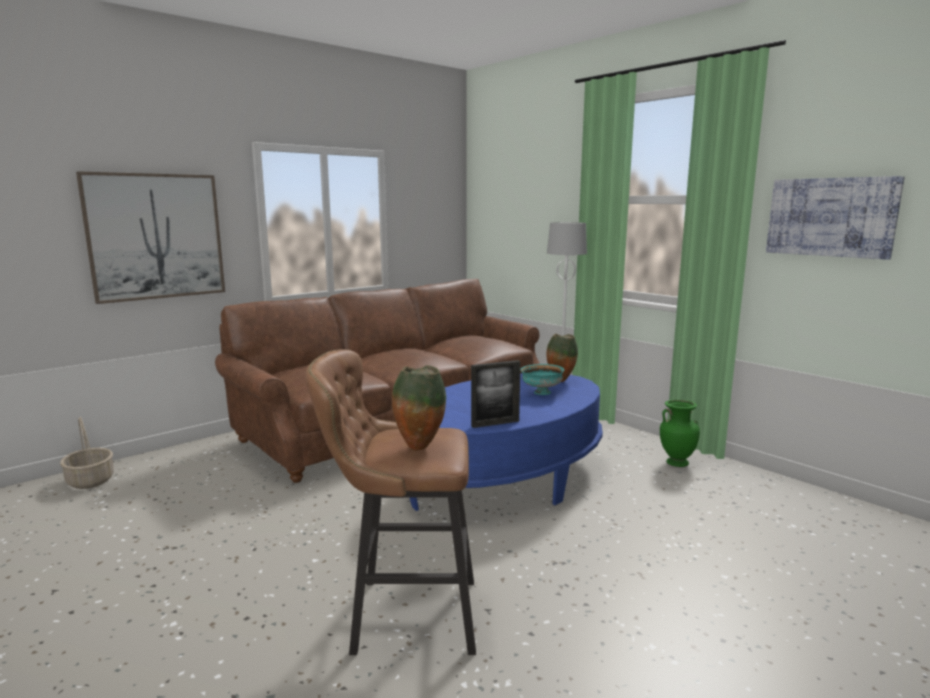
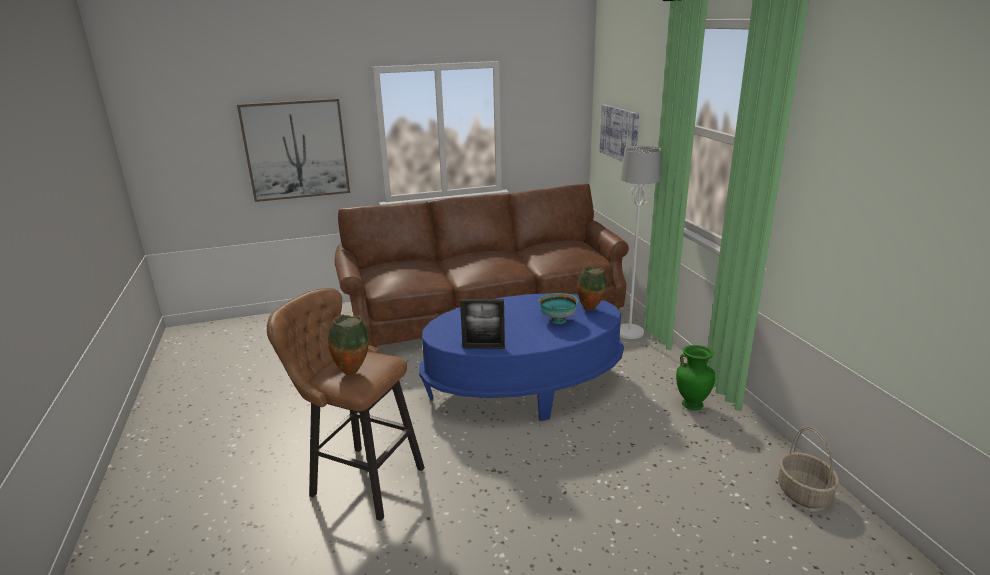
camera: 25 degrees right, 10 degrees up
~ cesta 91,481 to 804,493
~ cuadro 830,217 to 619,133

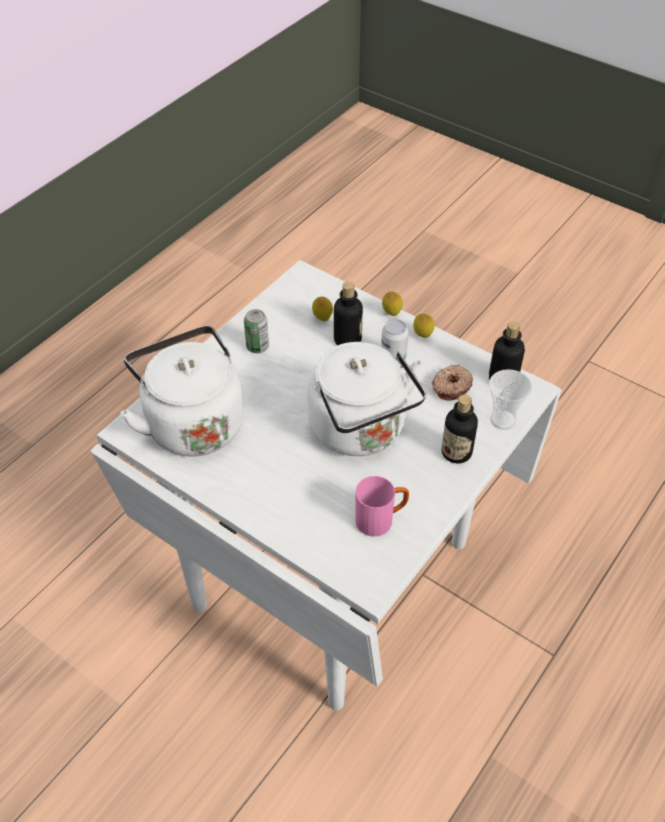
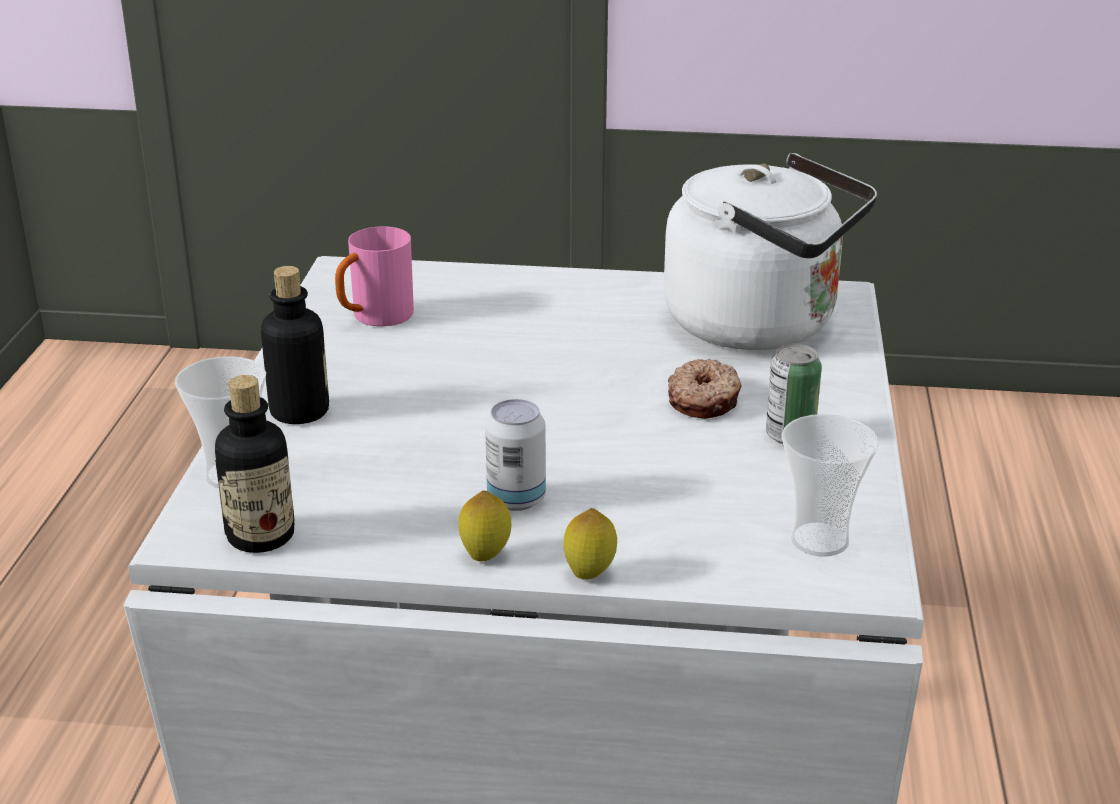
camera: 150 degrees right, 20 degrees down
- hervidor [blanco] 361,431
- limón 322,319
- botella 347,340
~ rosquilla 451,387 to 705,400
+ taza 819,540

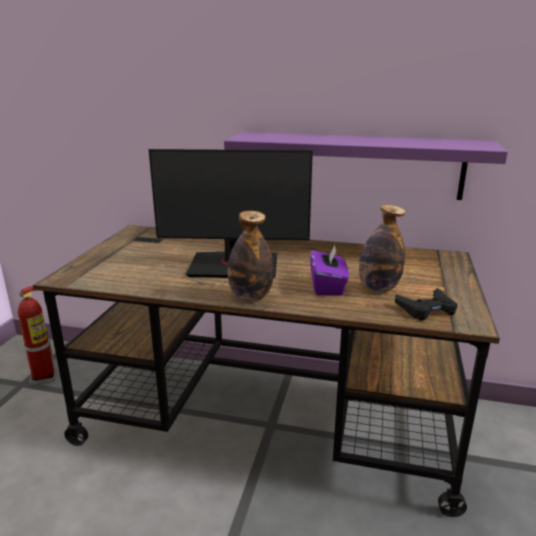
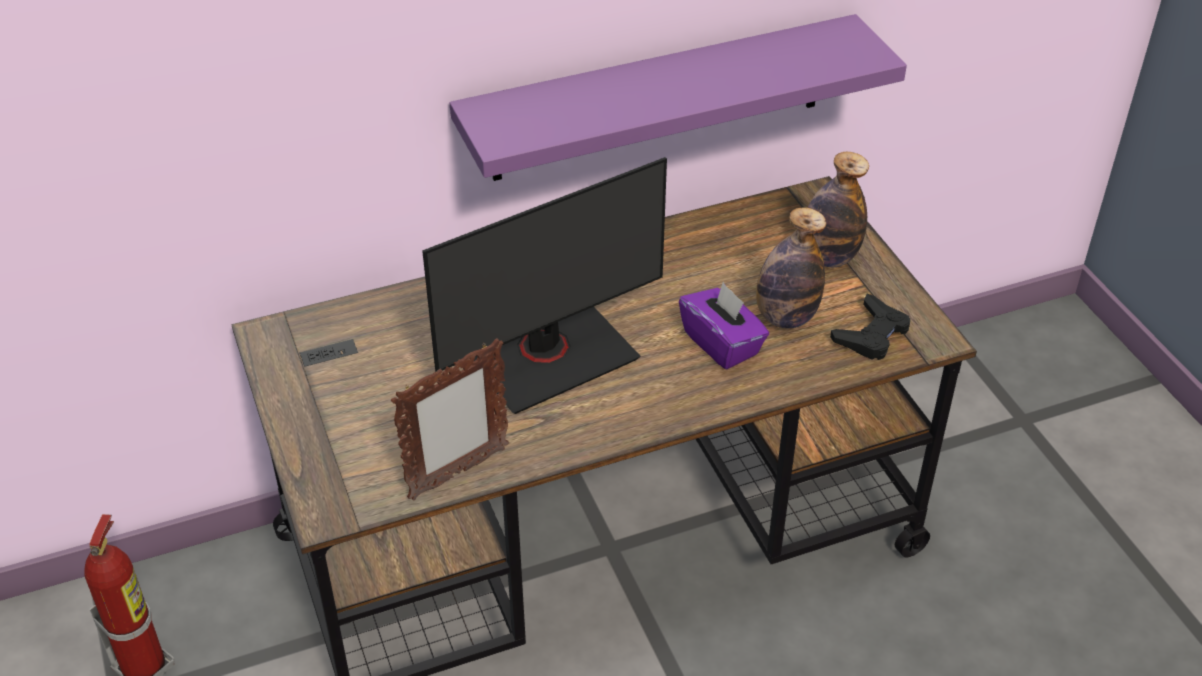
camera: 35 degrees left, 20 degrees up
~ botella 250,297 to 828,257
+ portarretratos 457,473

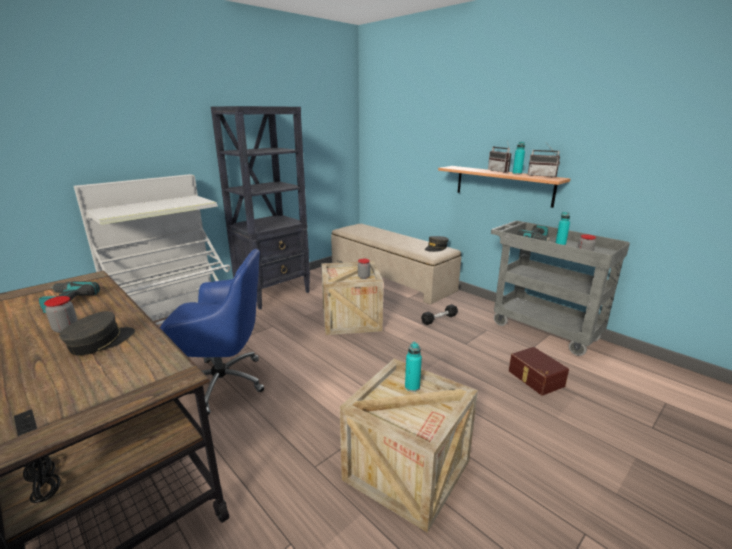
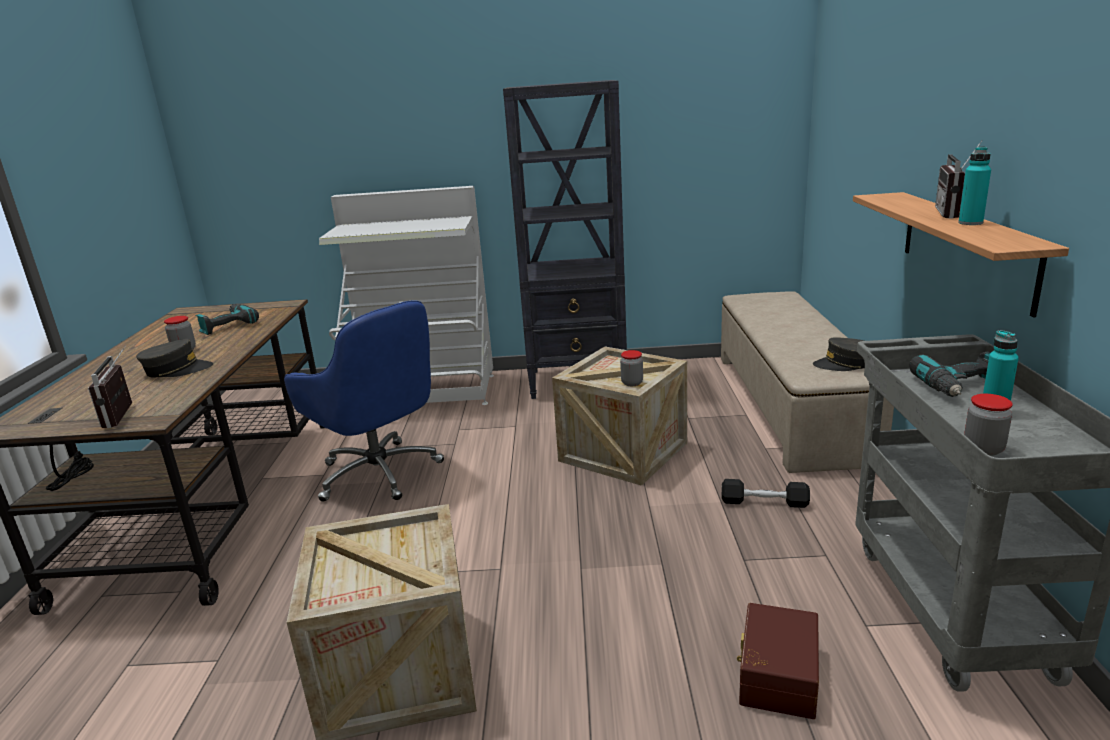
camera: 45 degrees right, 0 degrees up
- botella [turquesa] 412,387
~ radio 542,176 to 125,415

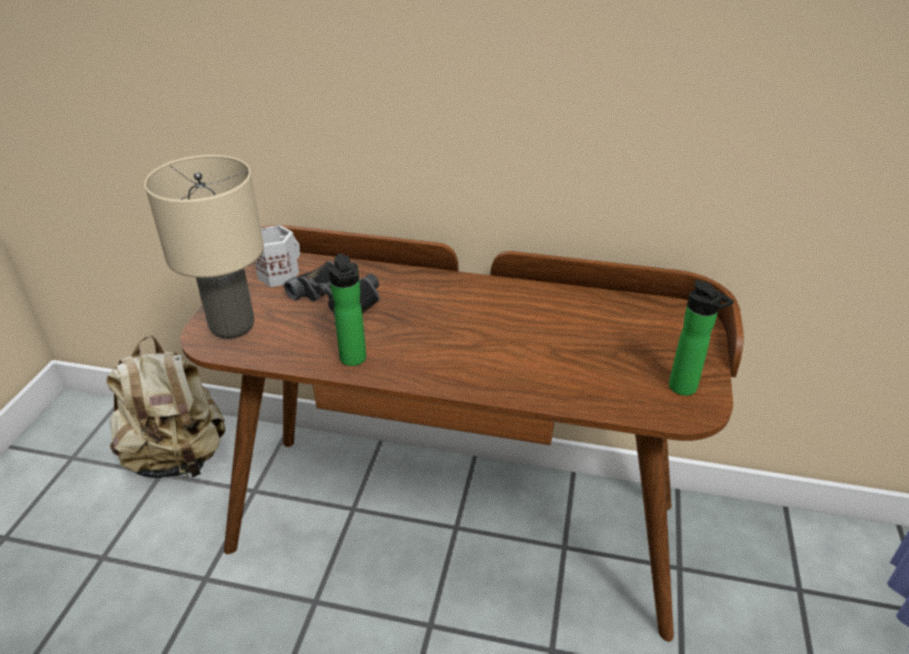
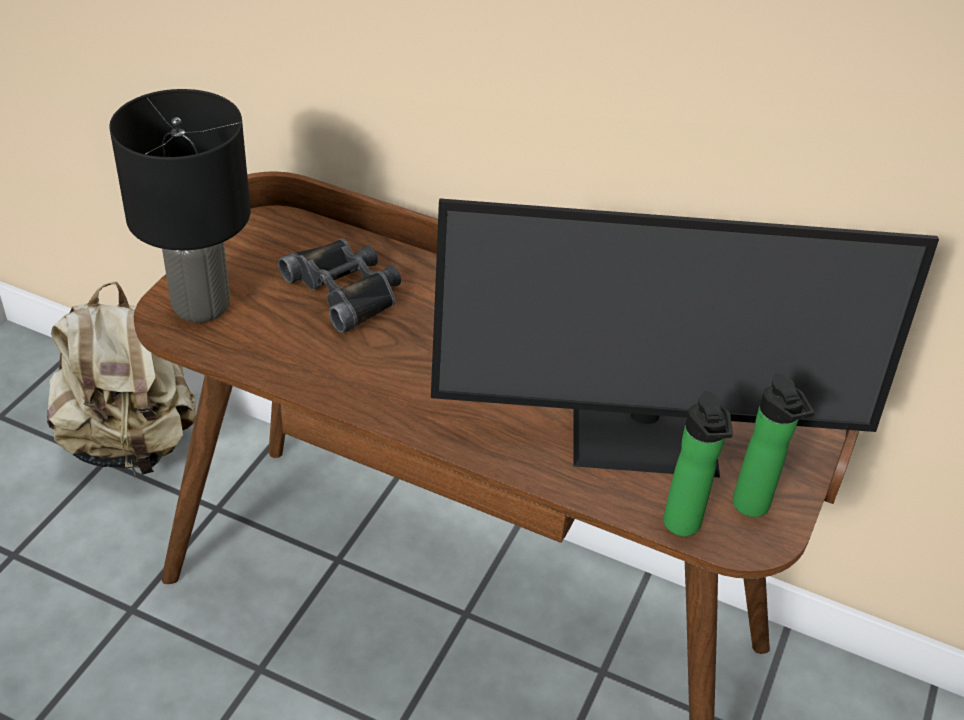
camera: 10 degrees right, 5 degrees up
~ lámpara de mesa [beis] 230,328 to lámpara de mesa [negro] 198,308
- taza grande [blanco] 279,274
~ botella 354,360 to 683,527
+ monitor 643,424

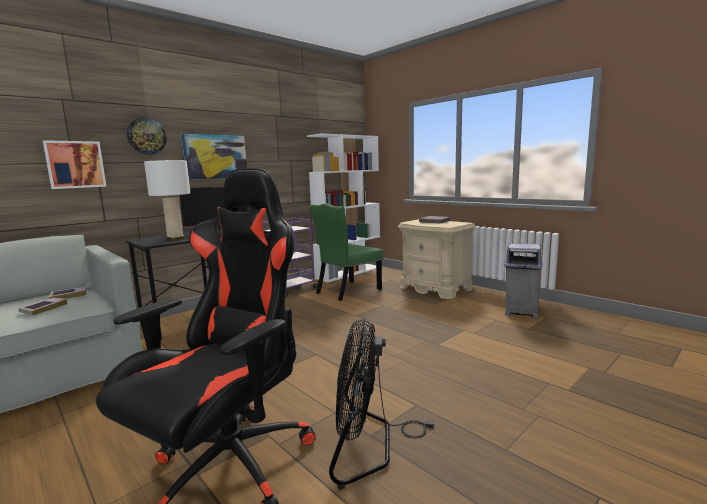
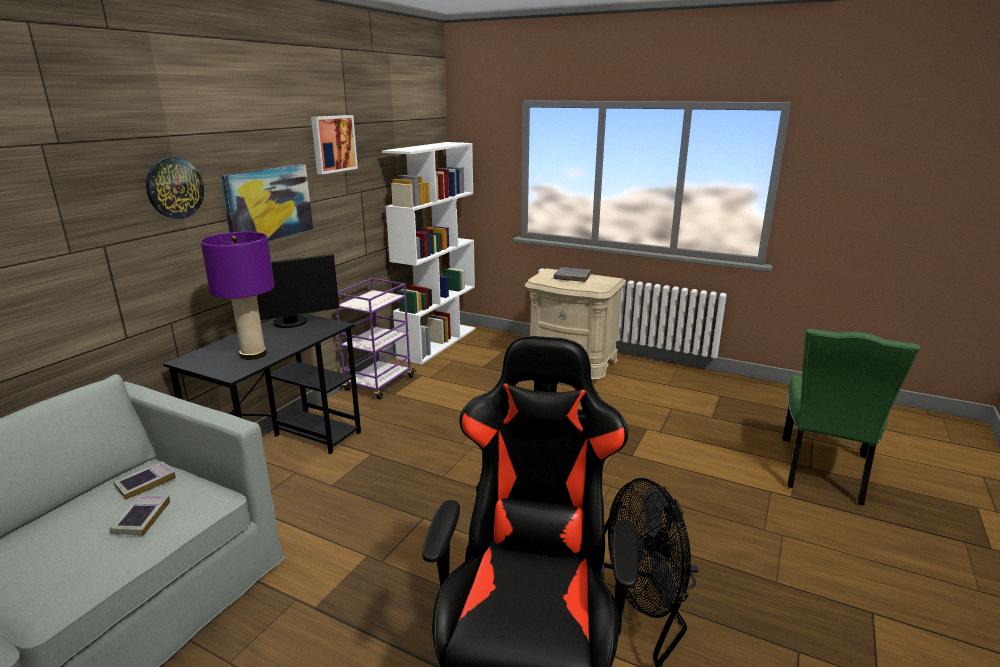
camera: 20 degrees left, 10 degrees up
~ cuadro 75,164 to 332,144
~ lámpara de mesa [blanco] 175,239 to lámpara de mesa [morado] 253,354
~ silla [verde] 348,290 to 824,468
- papelera [gris] 521,312

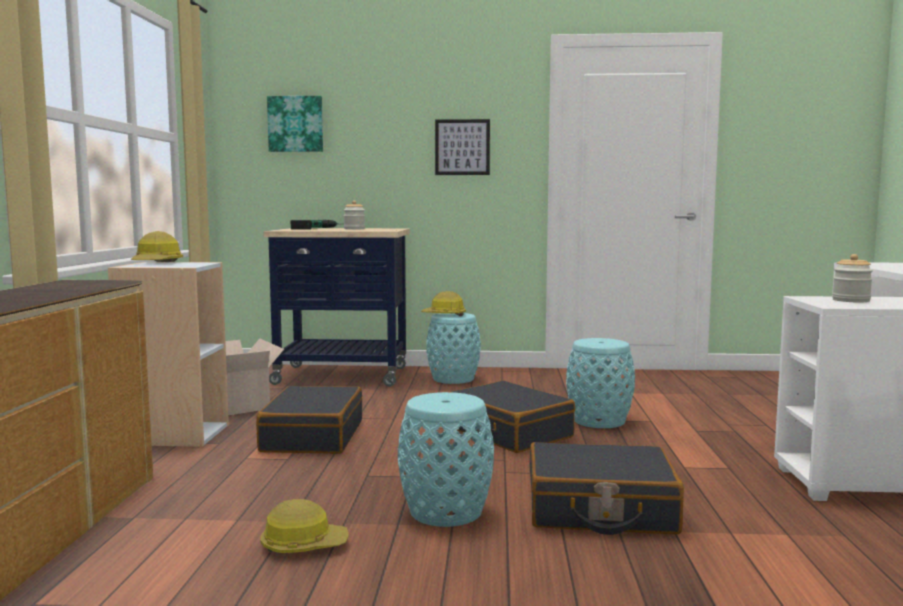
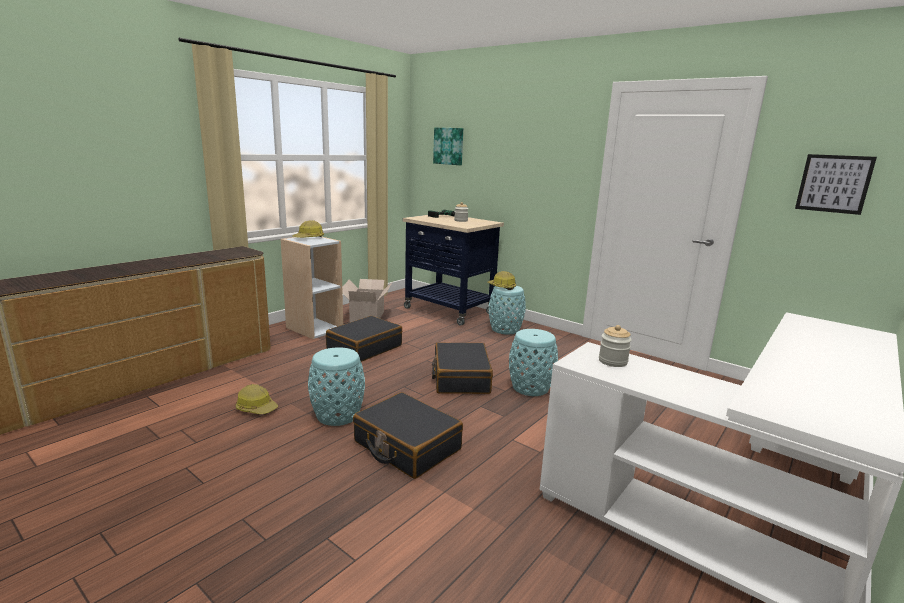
camera: 35 degrees right, 10 degrees up
~ cuadro 462,147 to 834,183

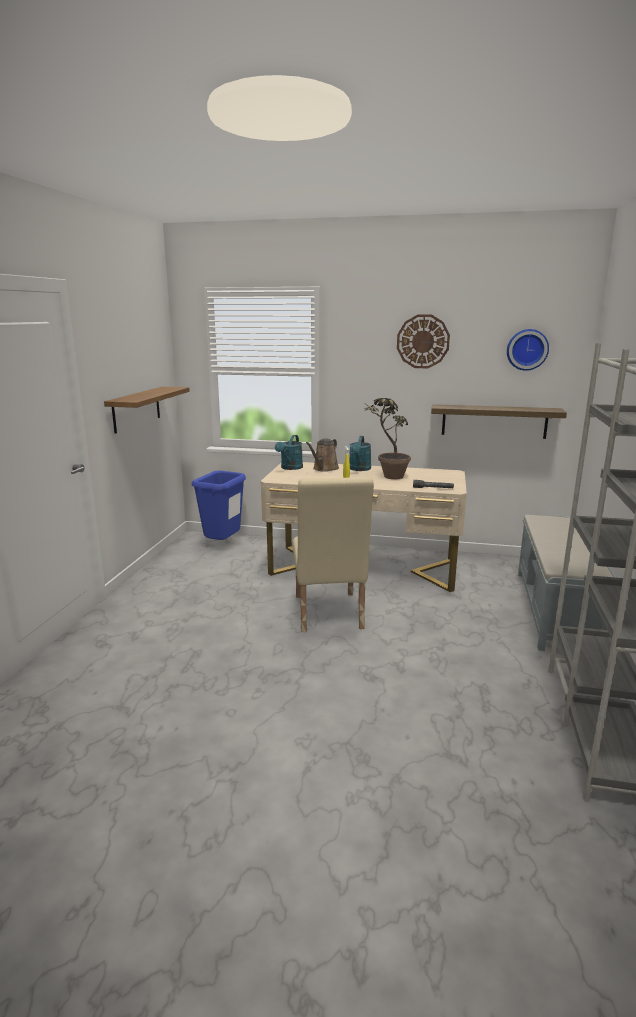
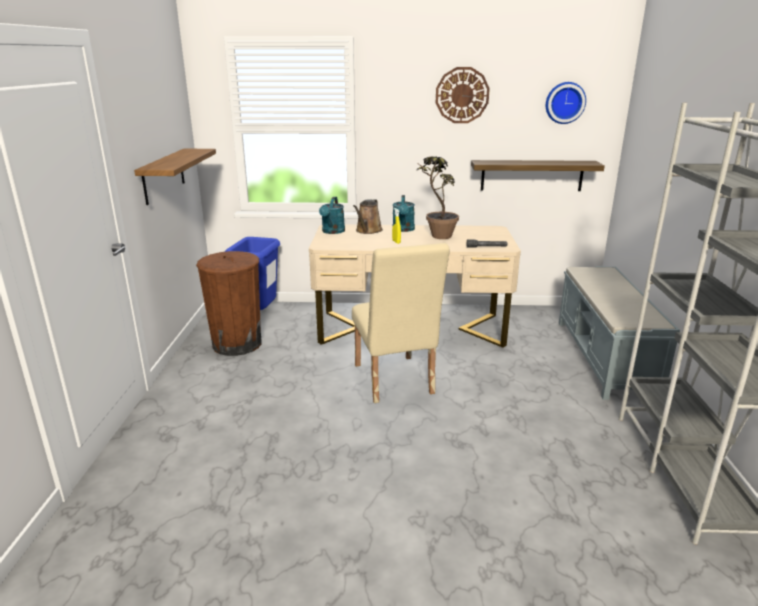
camera: 10 degrees left, 5 degrees up
+ papelera [marrón] 237,344

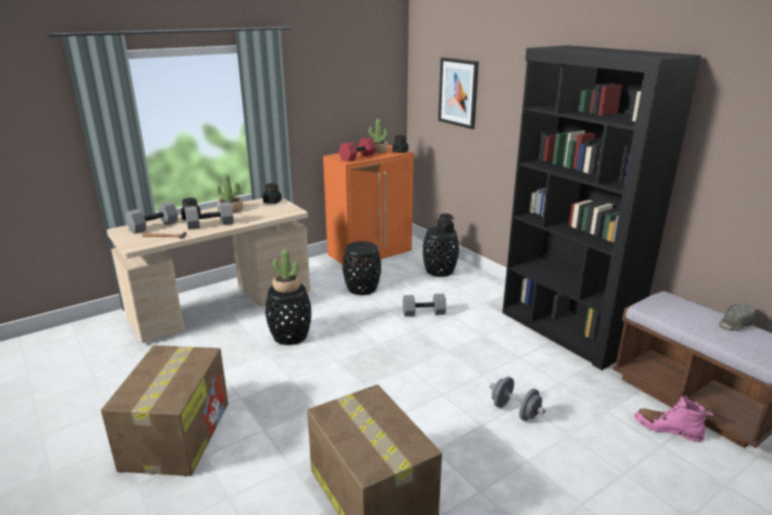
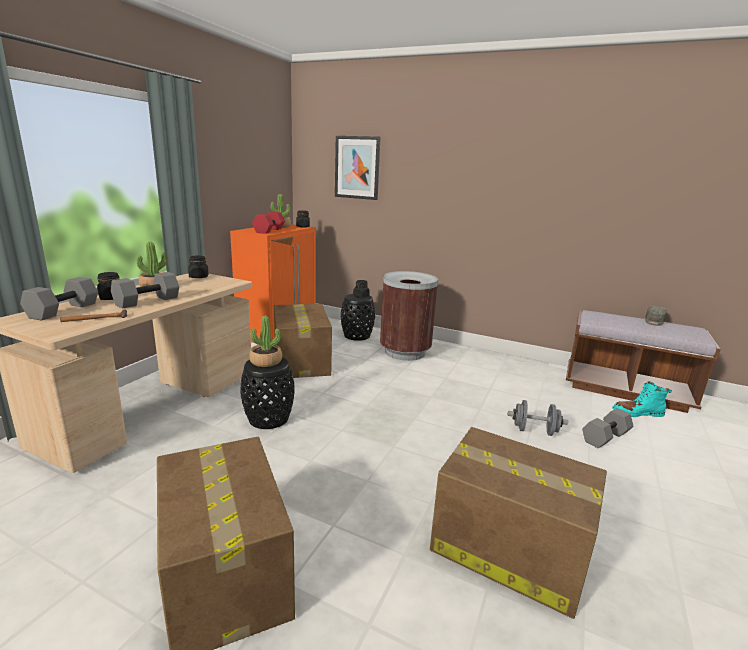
camera: 30 degrees left, 5 degrees down
~ taburete [negro] 362,288 to caja de cartón 301,361
~ mancuerna [gris] 423,313 to 606,438
- estantería [negro] 565,331
~ bota [rosa] 668,429 to bota [turquesa] 637,413
+ papelera [marrón] 405,352

